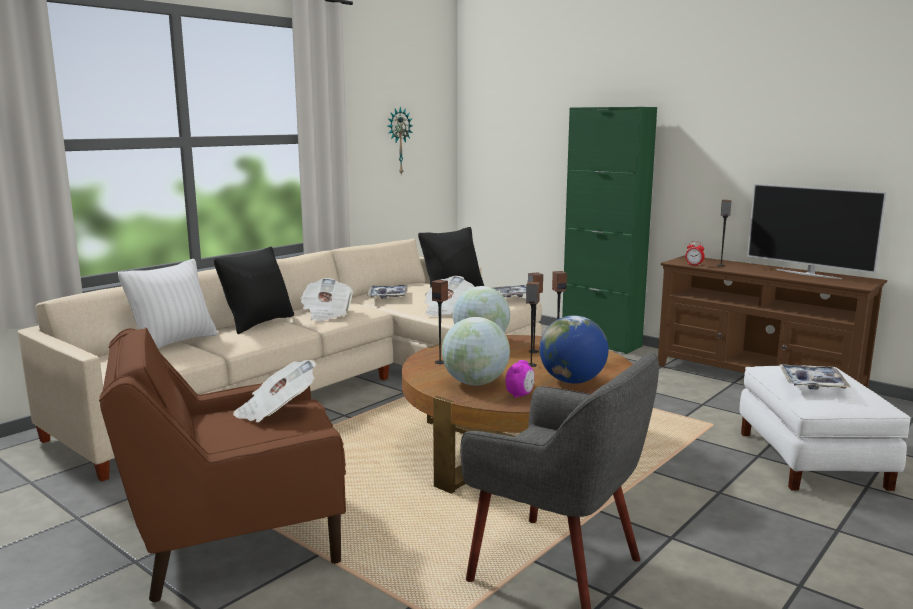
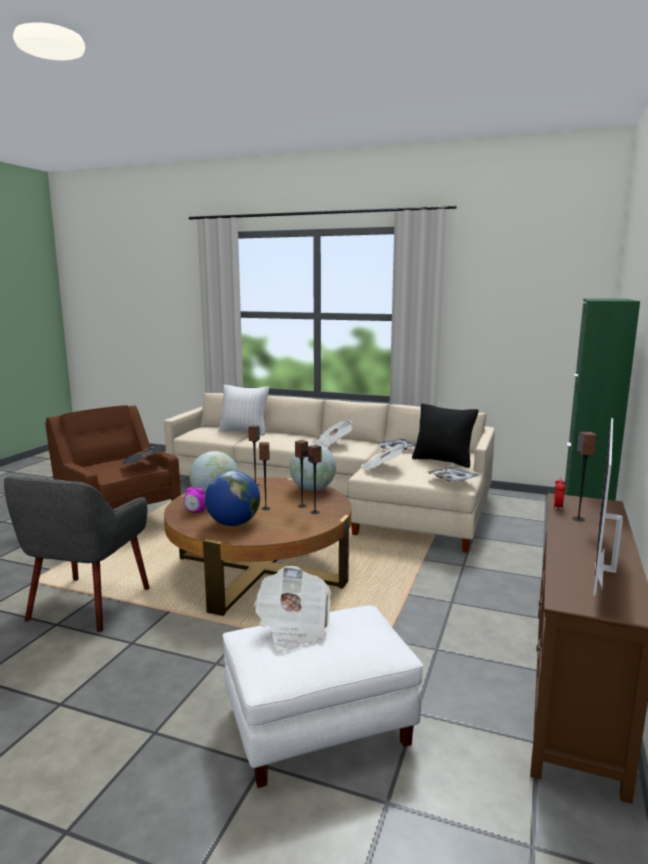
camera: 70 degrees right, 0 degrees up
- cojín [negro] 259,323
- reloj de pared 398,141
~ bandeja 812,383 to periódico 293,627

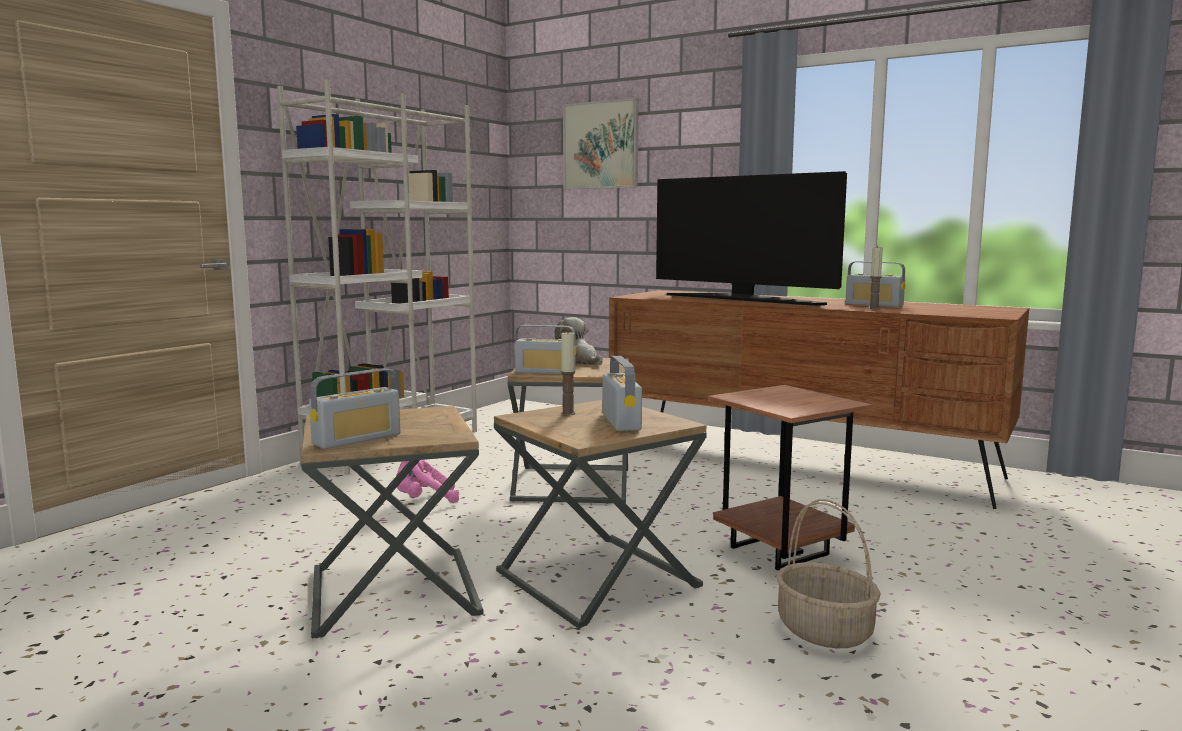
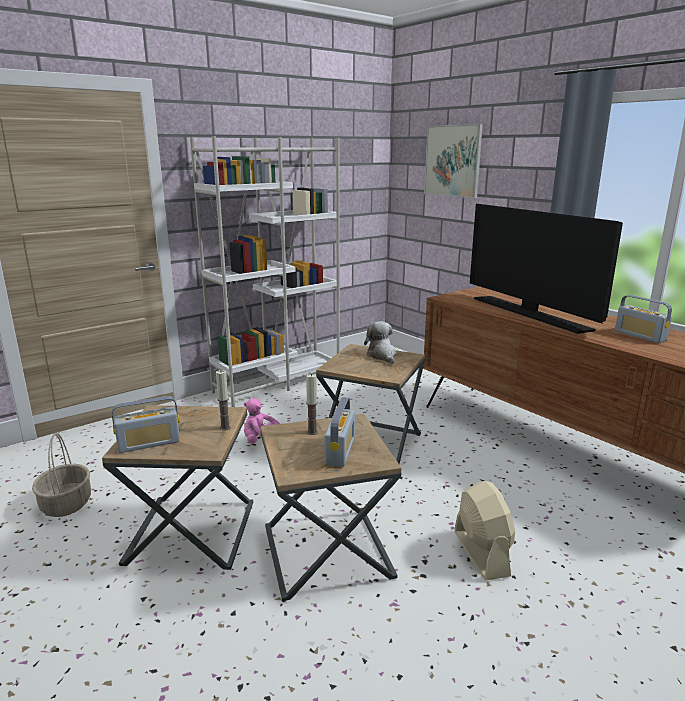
camera: 20 degrees right, 10 degrees up
- radio 545,372
~ mesa auxiliar [marrón] 779,552 to ventilador [beis] 481,552
~ cesta 826,631 to 66,504
~ vela 874,309 to 225,428

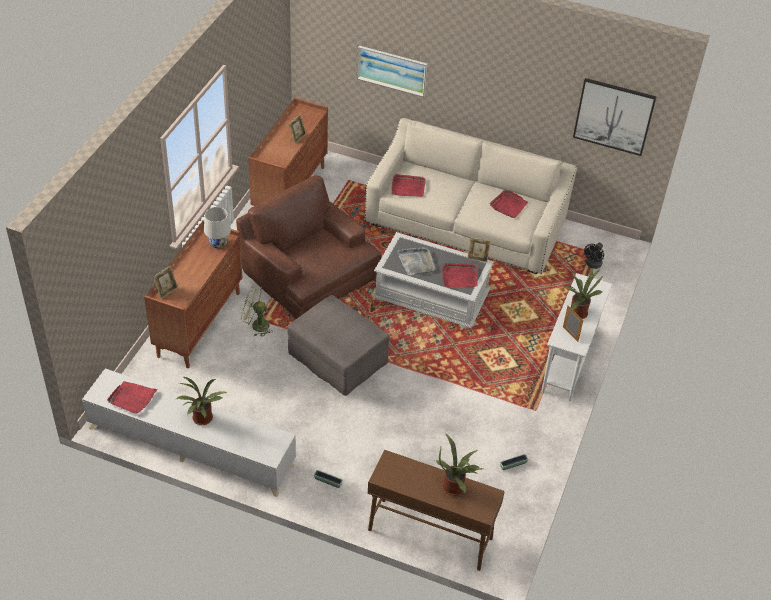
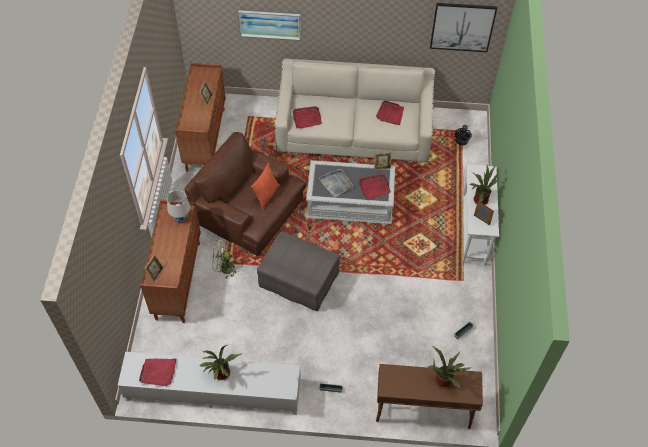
camera: 15 degrees left, 10 degrees up
+ cojín [naranja] 266,195

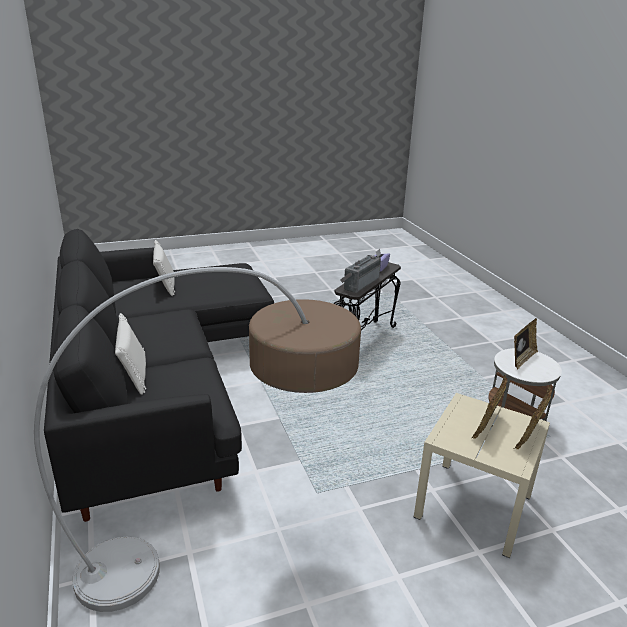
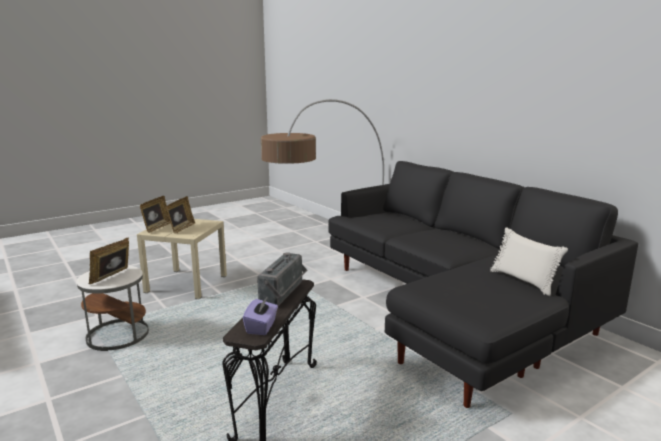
camera: 165 degrees right, 10 degrees down
- cojín [blanco] 134,373

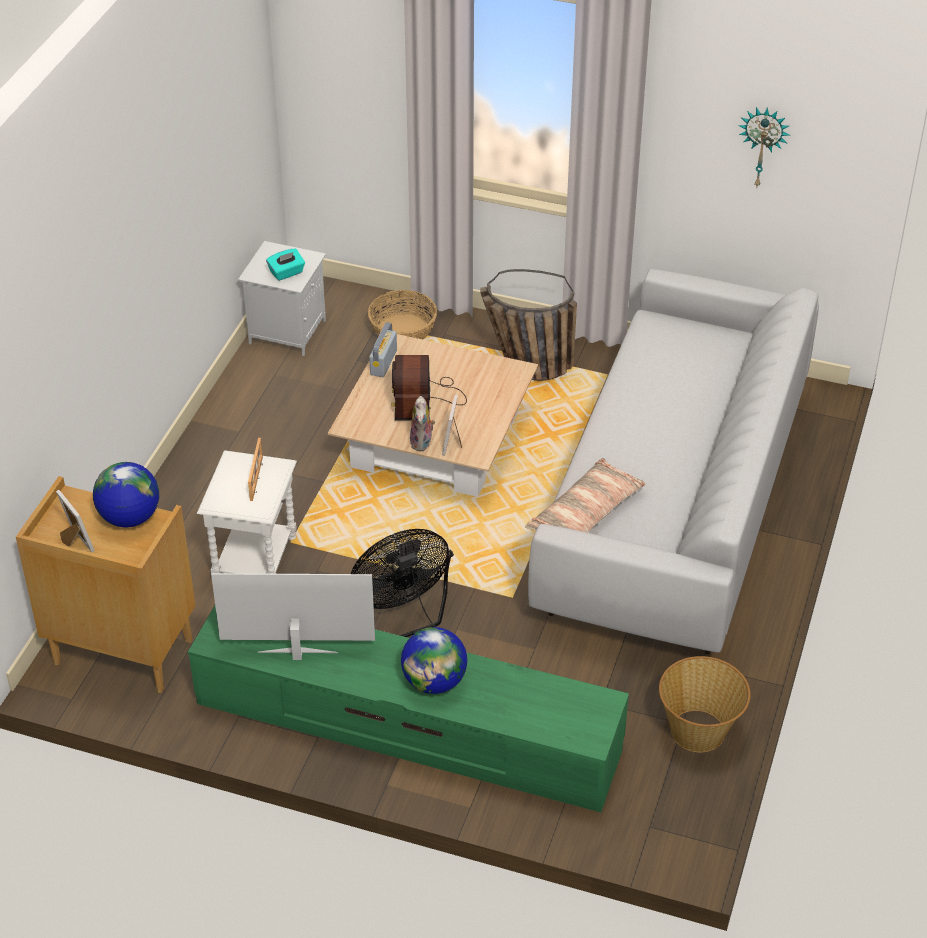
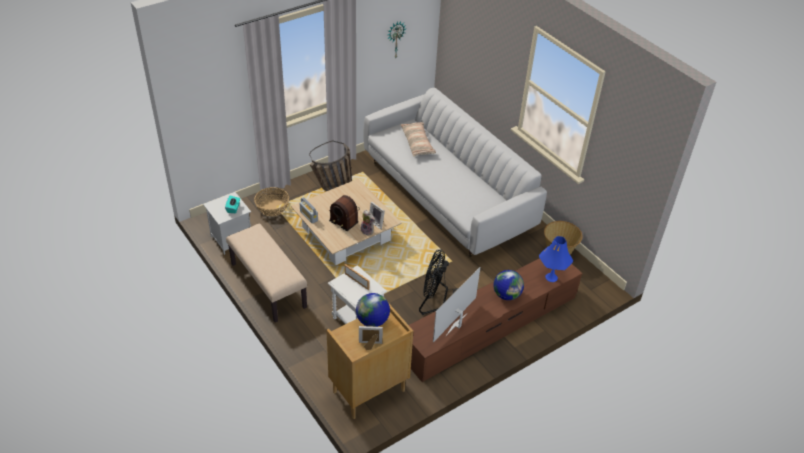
camera: 55 degrees left, 0 degrees up
~ mueble de televisión [verde] 407,726 to mueble de televisión [marrón] 490,325
~ cojín 586,514 to 417,143
+ banco [beis] 267,285
+ lámpara de mesa [azul] 551,277

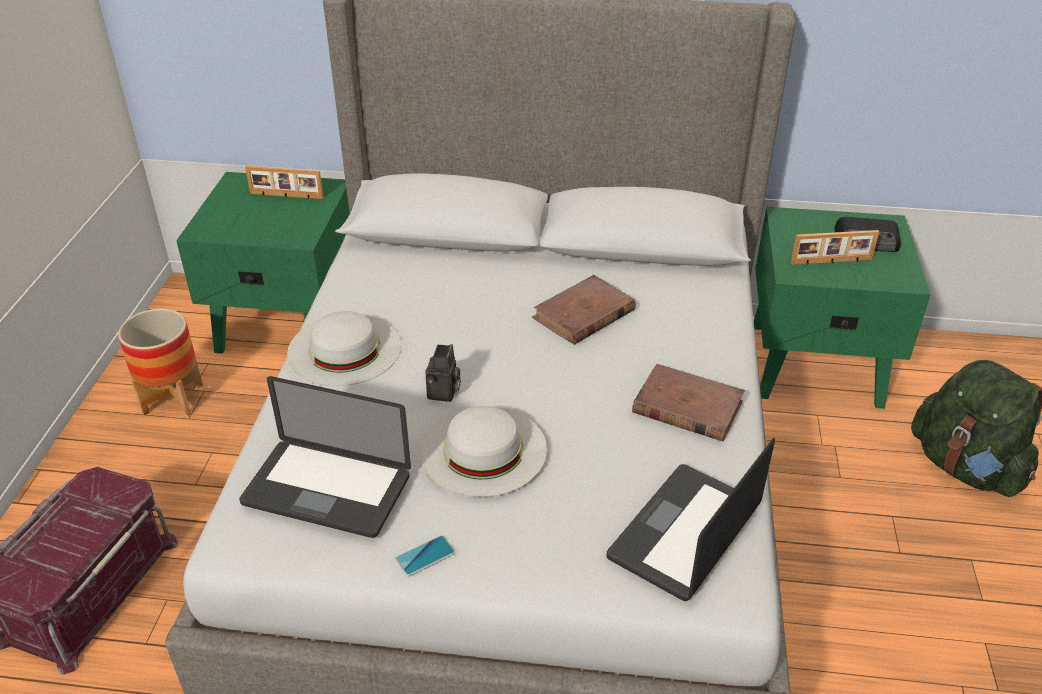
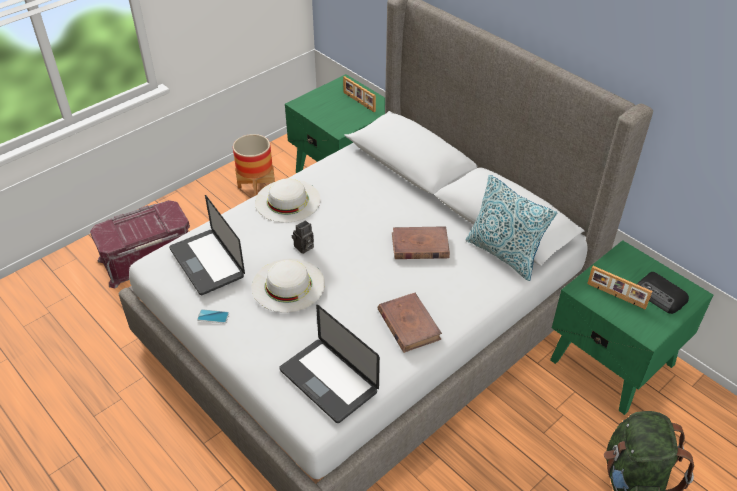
camera: 40 degrees right, 5 degrees up
~ portátil 684,533 = 328,381 120 degrees counterclockwise
+ cojín 504,254

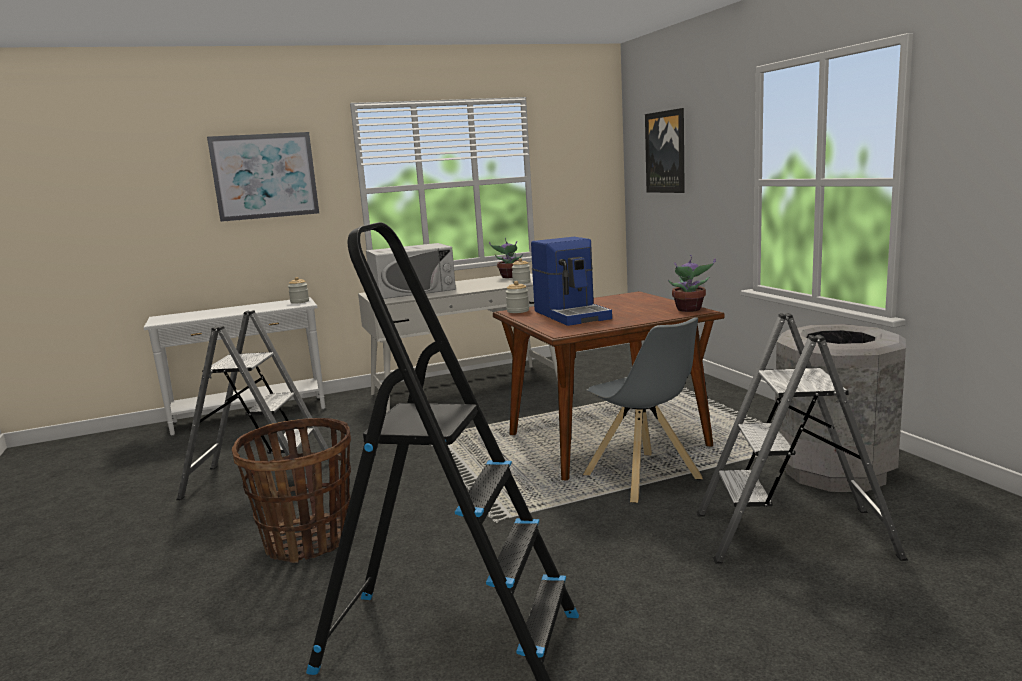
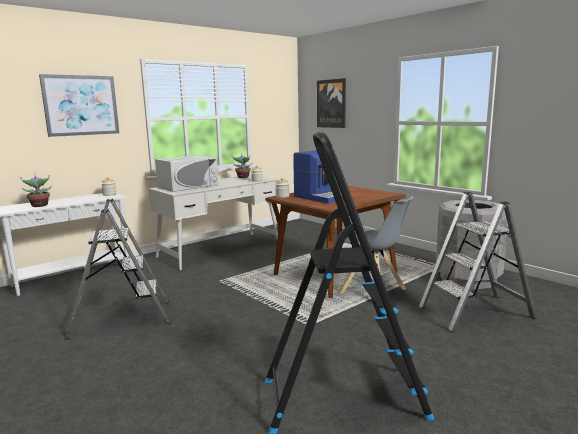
camera: 20 degrees left, 0 degrees up
- cesta 307,540
~ planta en maceta 689,310 to 39,206

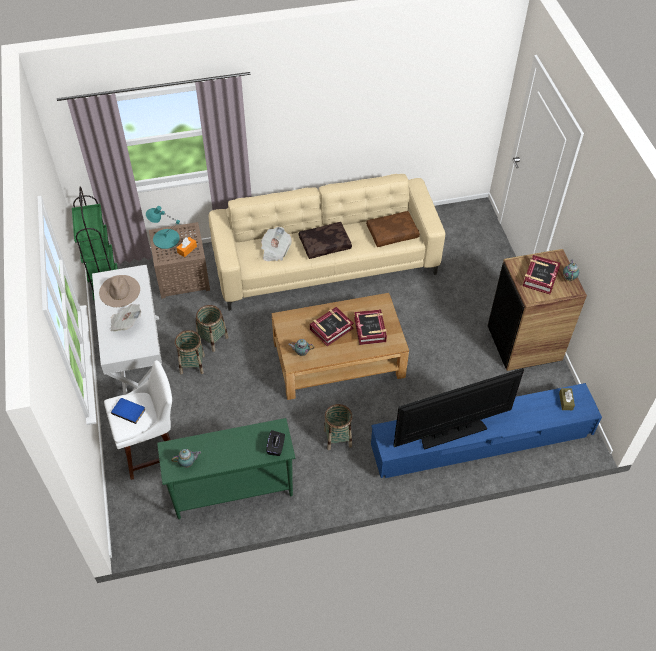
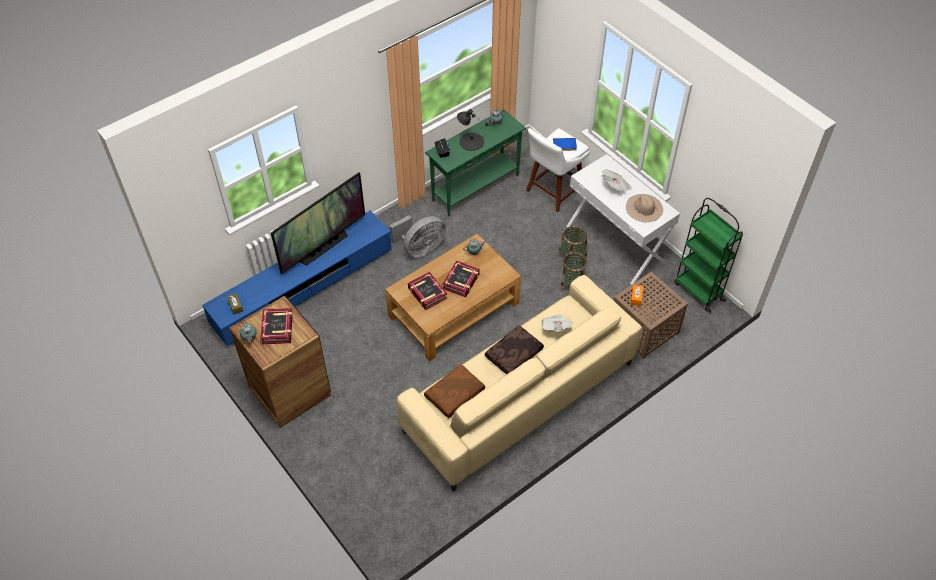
camera: 155 degrees right, 0 degrees up
- lámpara de mesa [turquesa] 165,238
~ cesta 337,438 to ventilador [gris] 420,248
+ lámpara de mesa [negro] 471,141

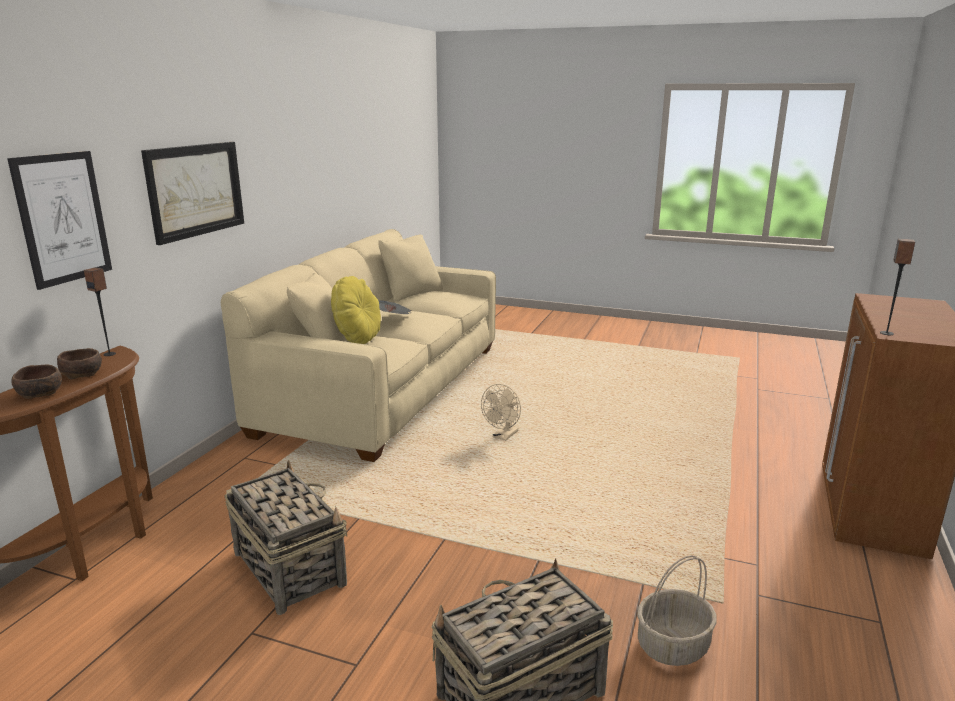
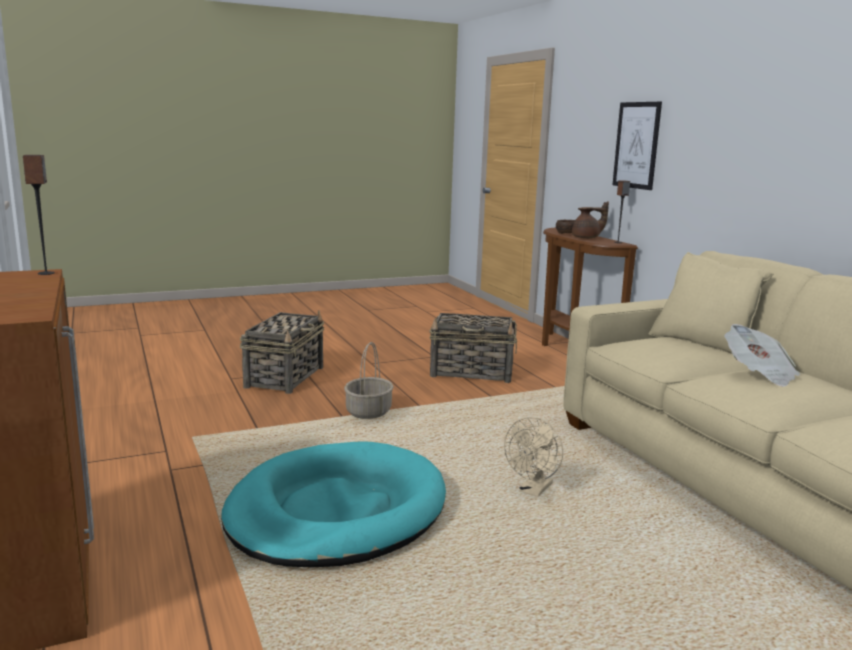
camera: 135 degrees right, 5 degrees down
~ cuenco [marrón] 83,373 to tetera [marrón] 587,238
- cuadro 195,190
- cojín [amarillo] 358,340
~ ventilador [beis] 503,437 = 533,491 135 degrees counterclockwise
~ cesta 672,645 to 369,412
+ cama para perro [turquesa] 336,511

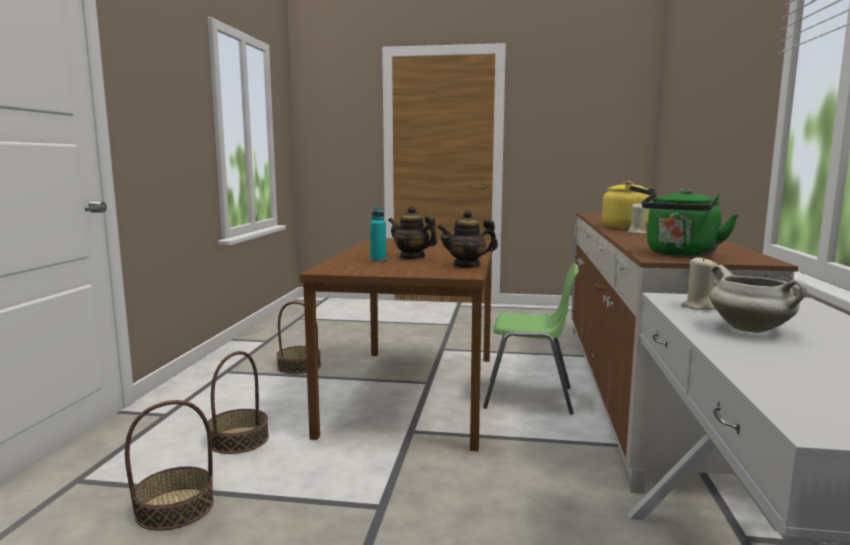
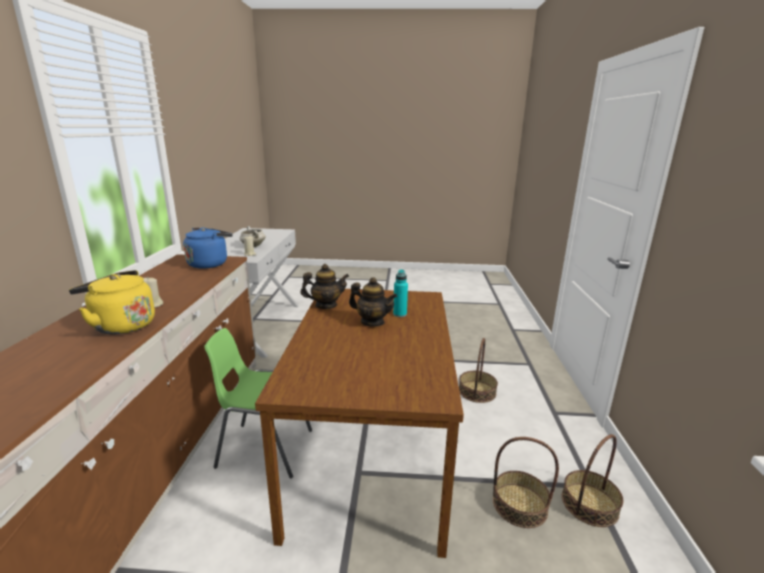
camera: 175 degrees right, 10 degrees up
~ cesta 175,508 to 589,504
~ hervidor [verde] 680,254 to hervidor [azul] 209,263

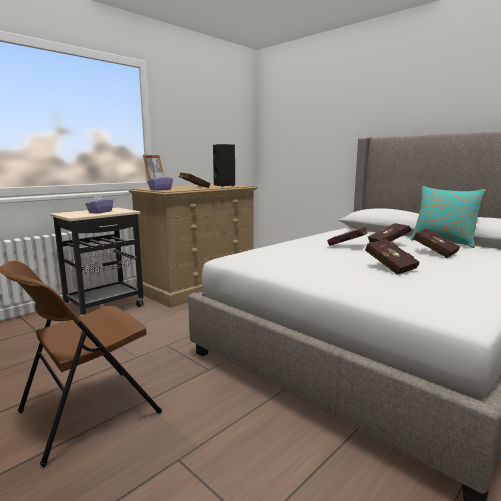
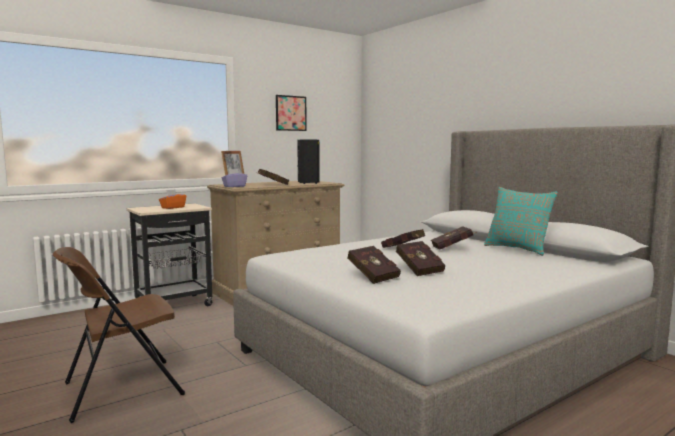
camera: 10 degrees right, 5 degrees down
~ caja de pañuelos [morado] 100,212 to caja de pañuelos [naranja] 172,207
~ libro [rojo] 433,252 to 372,276
+ cuadro 291,113

